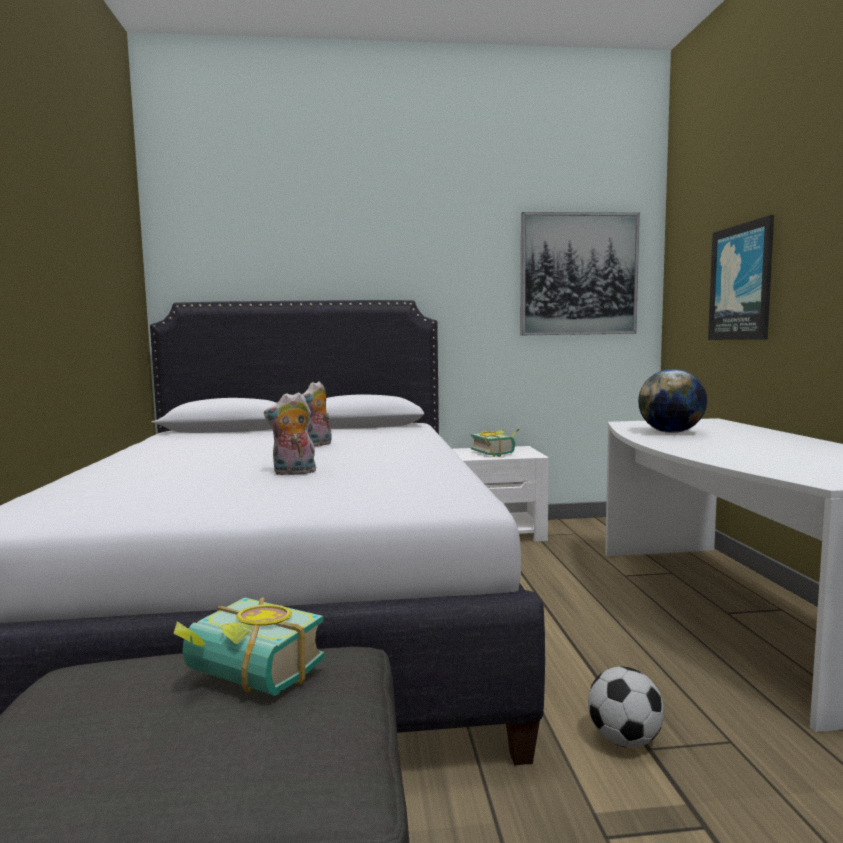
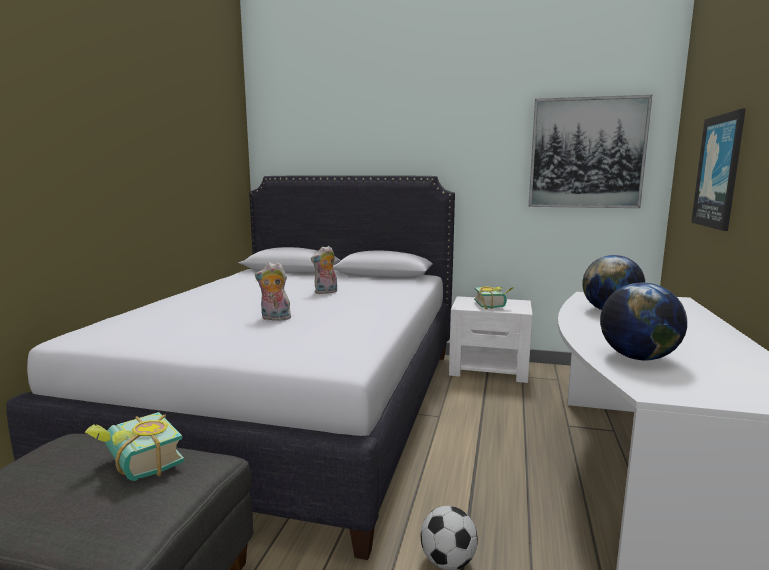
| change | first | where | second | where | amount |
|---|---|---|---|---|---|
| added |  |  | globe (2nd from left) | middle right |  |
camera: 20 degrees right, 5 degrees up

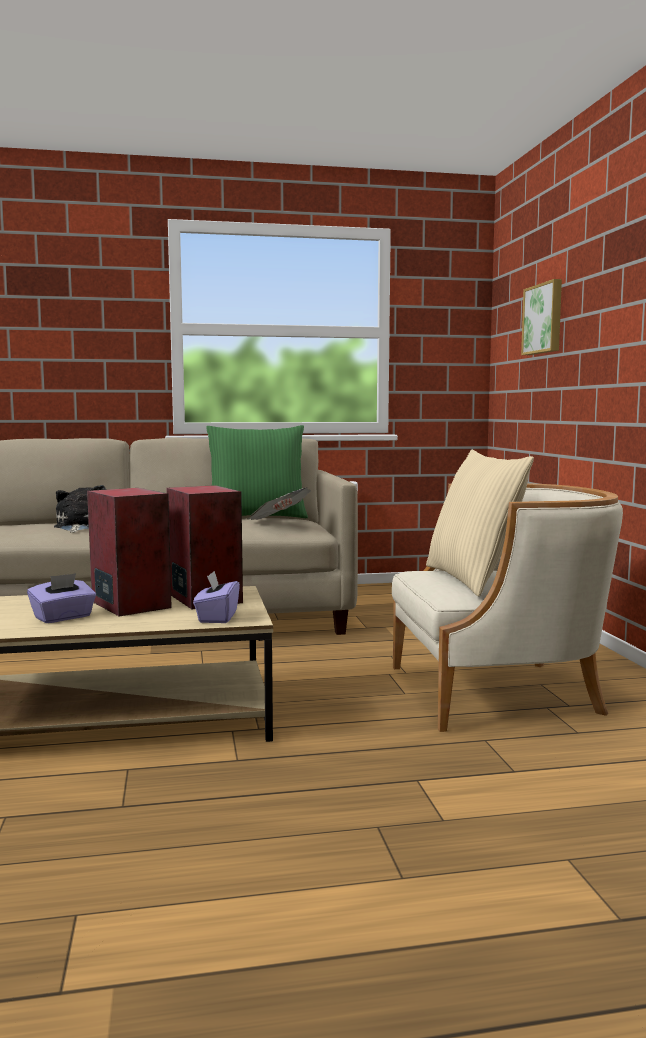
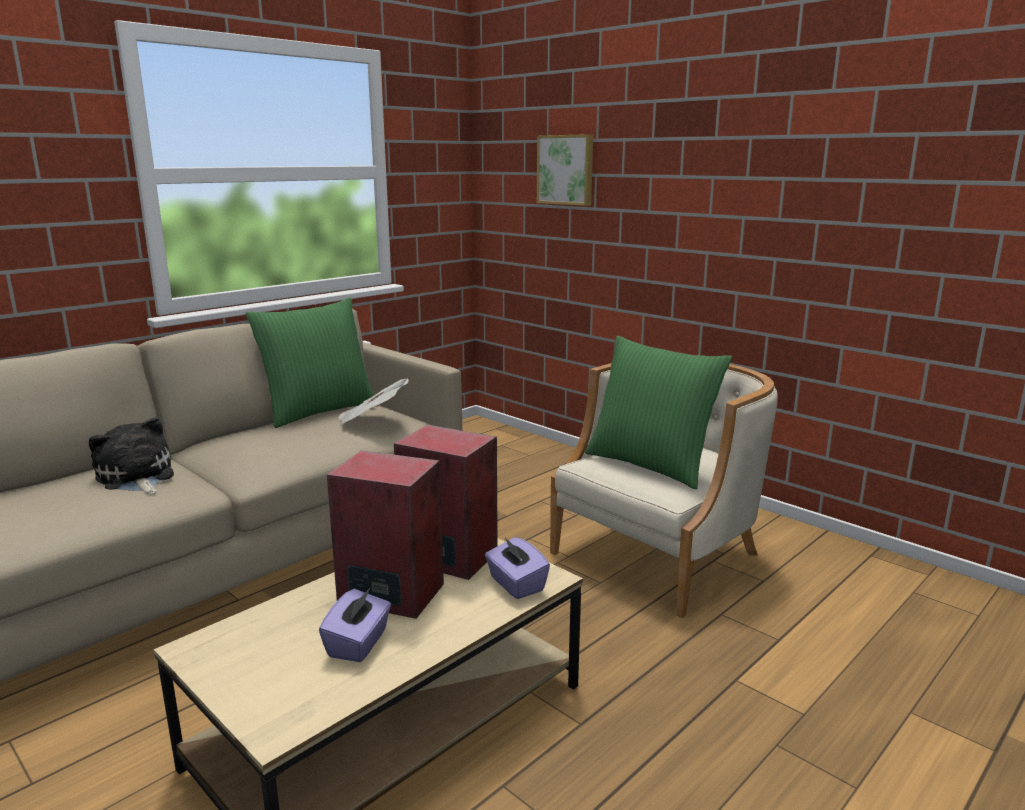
| change | first | where | second | where | amount |
|---|---|---|---|---|---|
| recoloured | beige pillow | middle right | green pillow (2nd from left) | centre |  |
camera: 35 degrees left, 10 degrees up

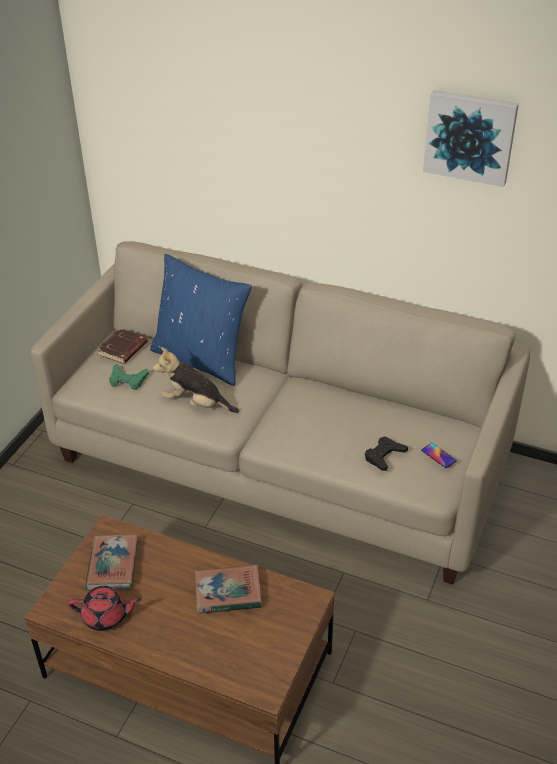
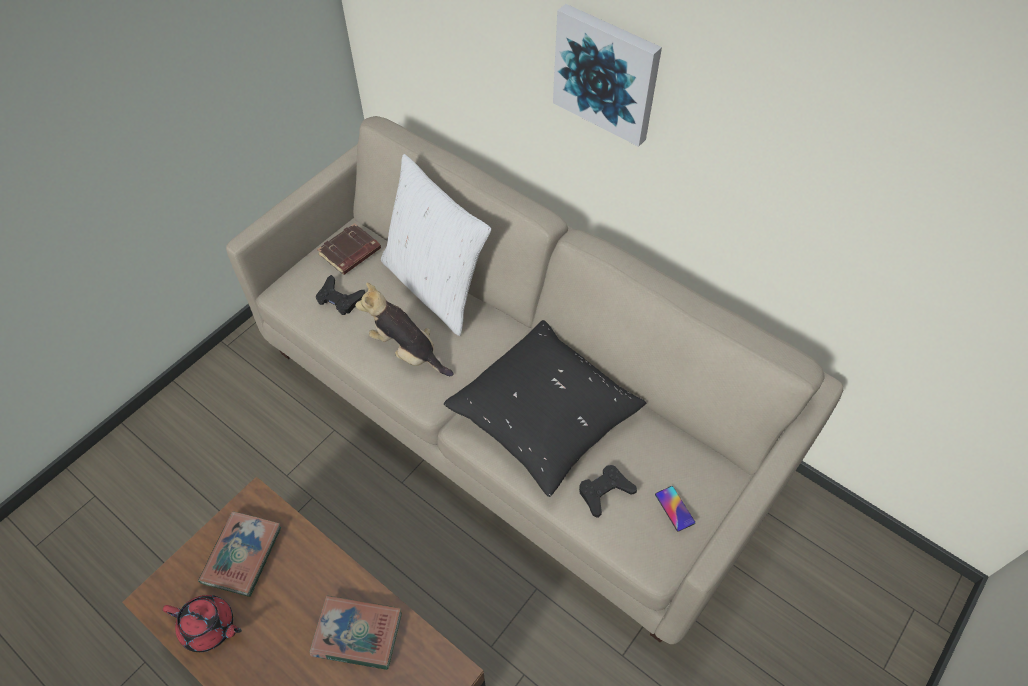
| change | first | where | second | where | amount |
|---|---|---|---|---|---|
| recoloured | green game controller | middle left | black game controller (1st from left) | middle left |  |
| recoloured | blue pillow | centre | white pillow | centre |  |
| added |  |  | black pillow | centre |  |
| moved | picture | top right |  | top centre |  |
camera: 15 degrees right, 15 degrees up

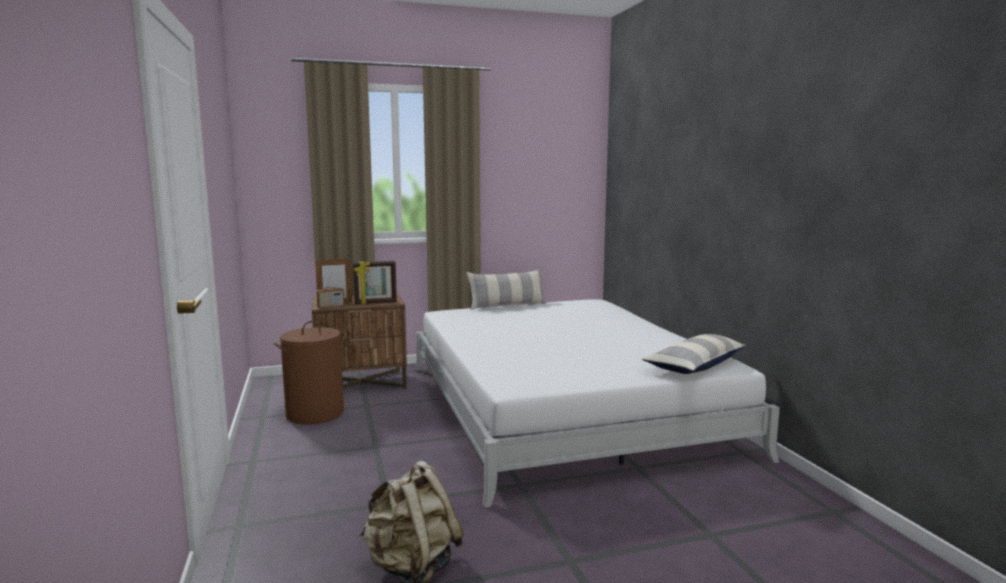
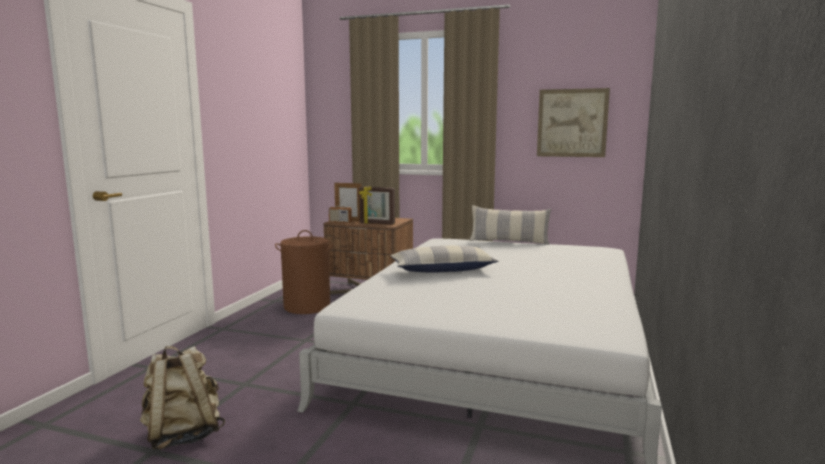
| change | first | where | second | where | amount |
|---|---|---|---|---|---|
| moved | pillow (2nd from left in the first image) | middle right | pillow (1st from left) | centre |  |
| added |  |  | picture | top right |  |
camera: 35 degrees right, 0 degrees up

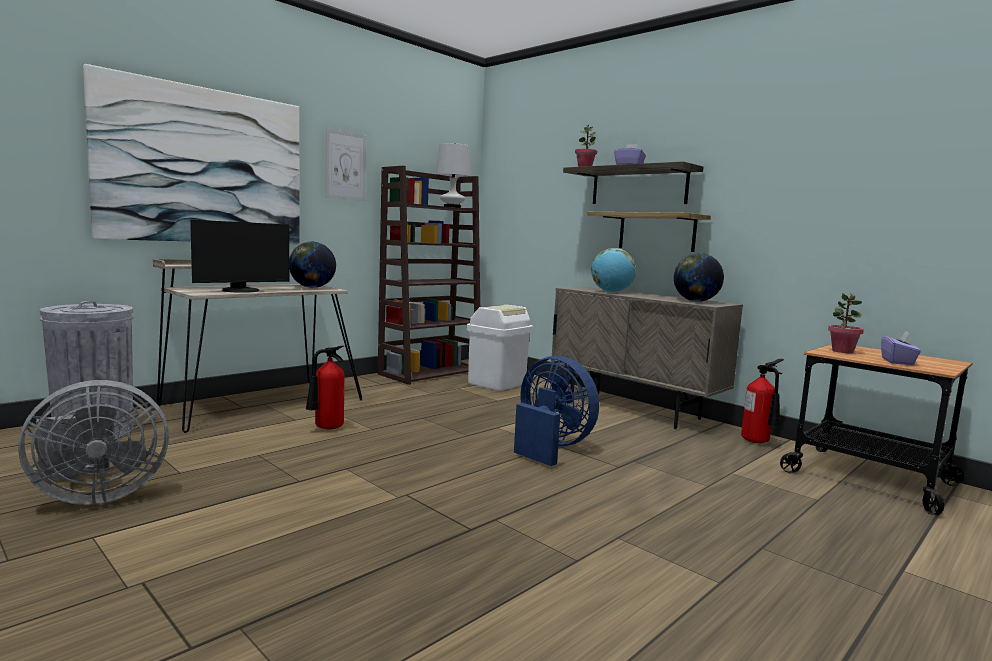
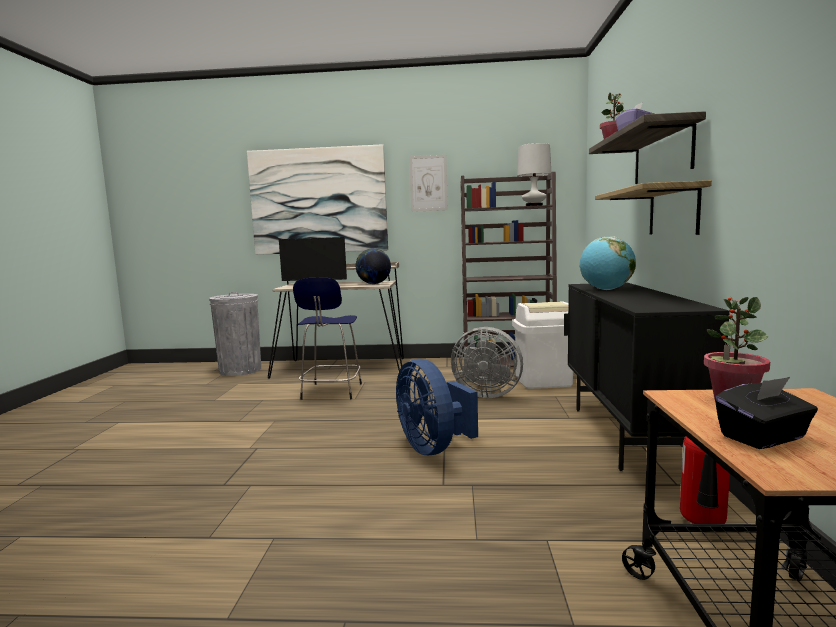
| change | first | where | second | where | amount |
|---|---|---|---|---|---|
| replaced | fire extinguisher (1st from left) | middle left | blue stool | centre |  |
| turned | blue fan | centre |  | centre | 150 degrees clockwise |
| moved | grey fan | bottom left |  | centre |  |
| recoloured | beige cabinet | centre | black cabinet | middle right |  |
| recoloured | purple tissue box (2nd from left) | middle right | black tissue box | middle right |  |
| removed | globe (3rd from left) | middle right |  |  |  |
camera: 50 degrees right, 0 degrees up

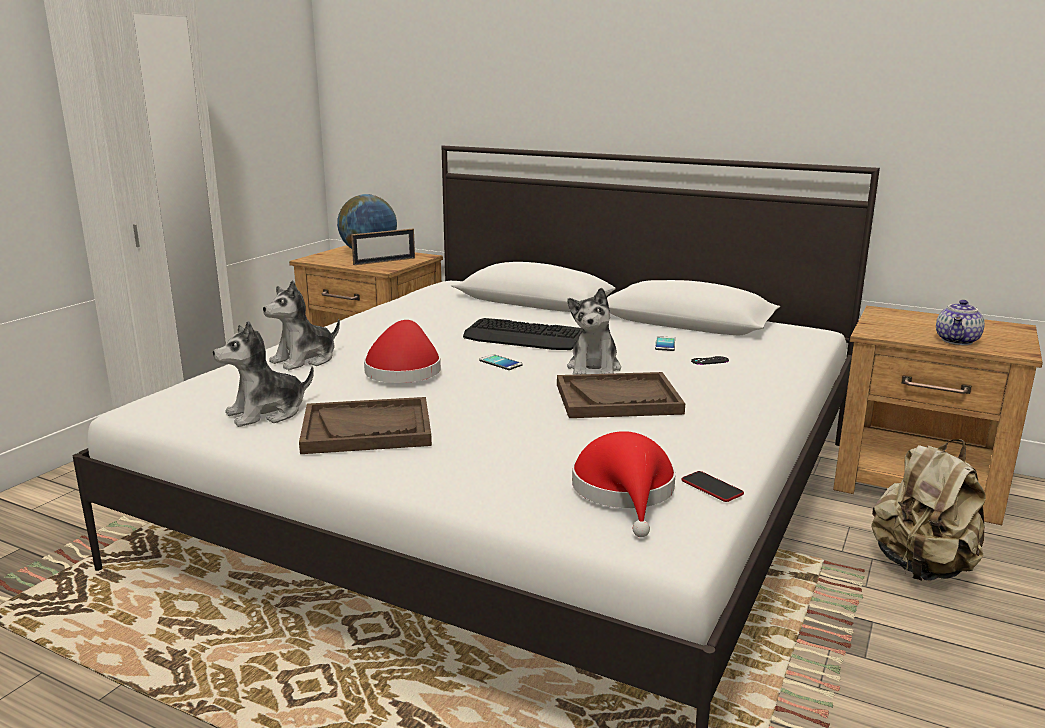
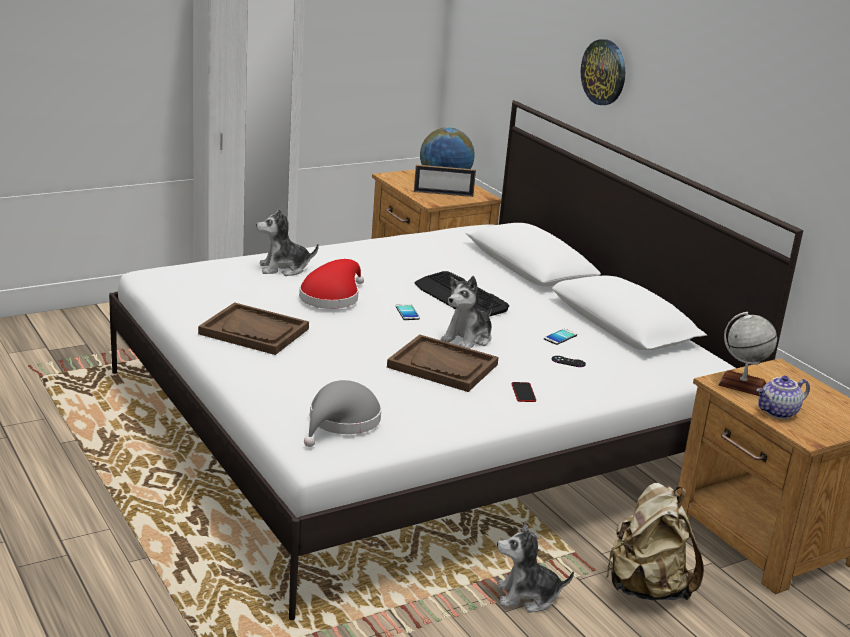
| change | first | where | second | where | amount |
|---|---|---|---|---|---|
| recoloured | red hat (2nd from left) | centre | grey hat | centre |  |
| moved | plush toy (1st from left in the first image) | middle left | plush toy (3rd from left) | bottom centre |  |
| moved | phone (3rd from left in the first image) | bottom right | phone (2nd from left) | centre |  |
| added |  |  | wall clock | top right |  |
| added |  |  | globe (2nd from left) | middle right |  |
camera: 30 degrees right, 5 degrees up

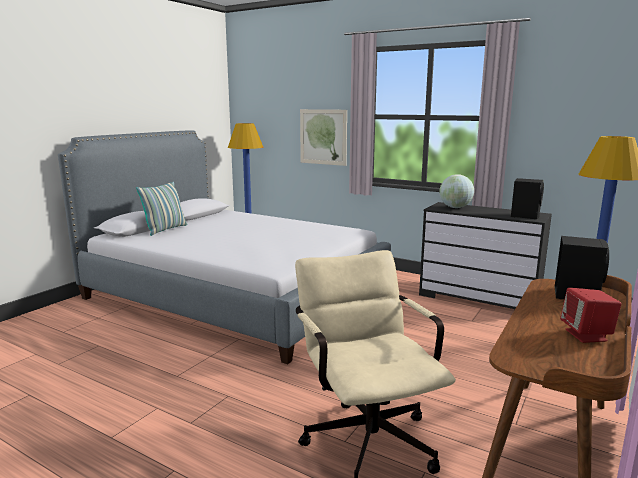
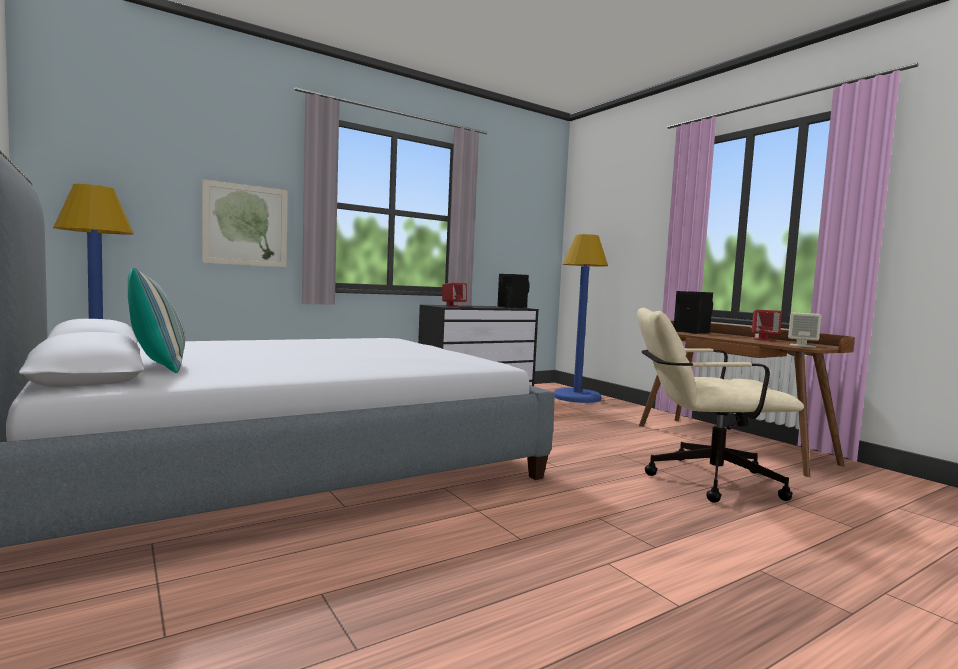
| change | first | where | second | where | amount |
|---|---|---|---|---|---|
| replaced | globe | middle right | red speaker (1st from left) | centre |  |
| added |  |  | beige speaker | middle right |  |
camera: 65 degrees left, 10 degrees down

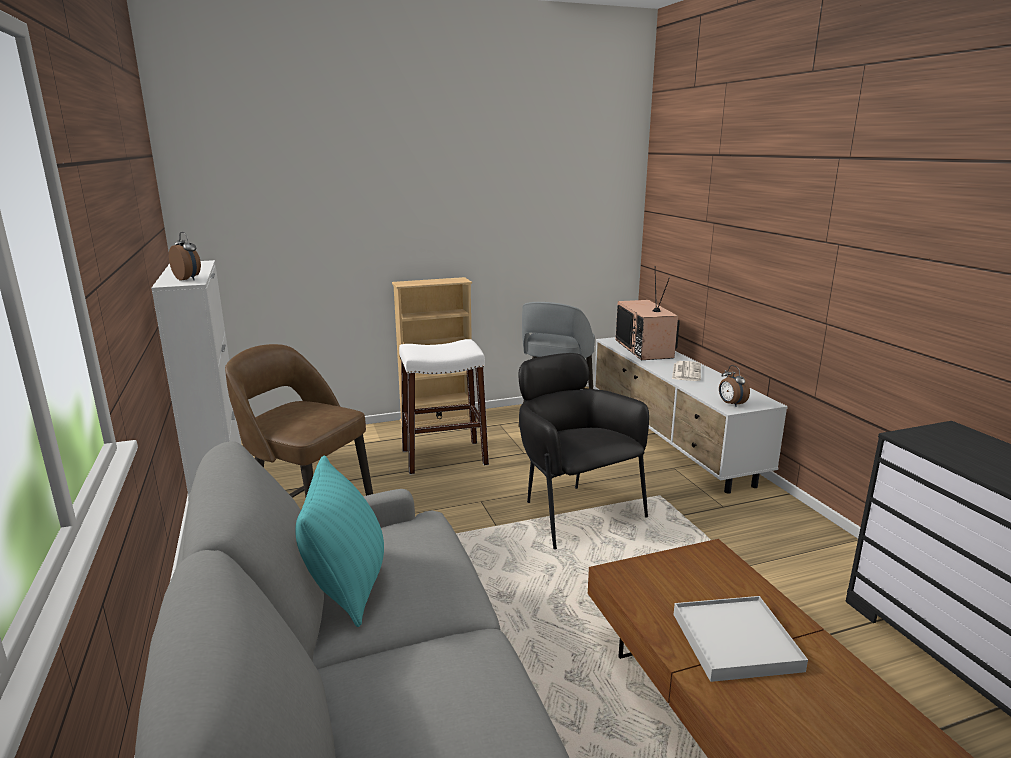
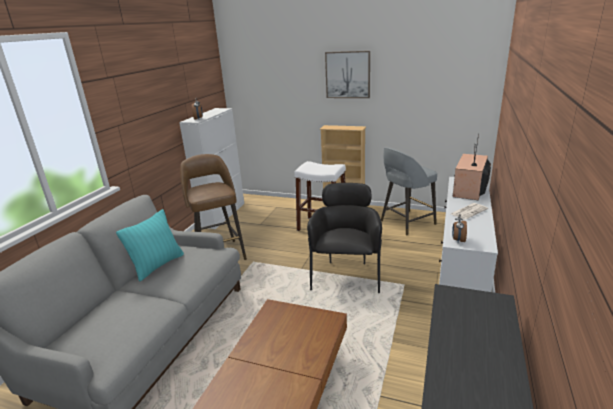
| change | first | where | second | where | amount |
|---|---|---|---|---|---|
| added |  |  | picture | top centre |  |
| removed | white tray | bottom right |  |  |  |
camera: 40 degrees right, 5 degrees up

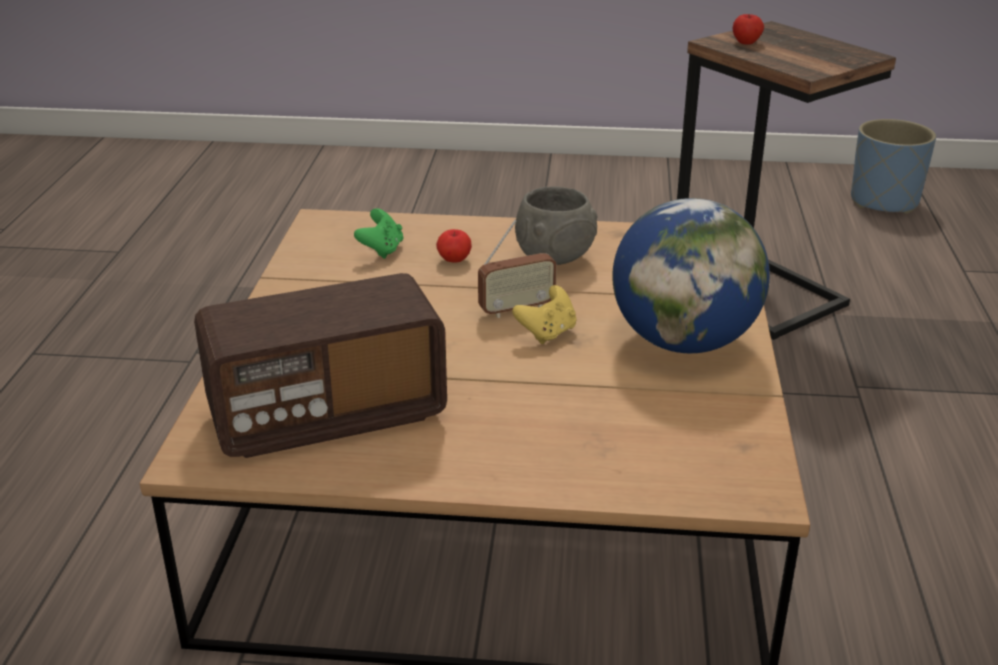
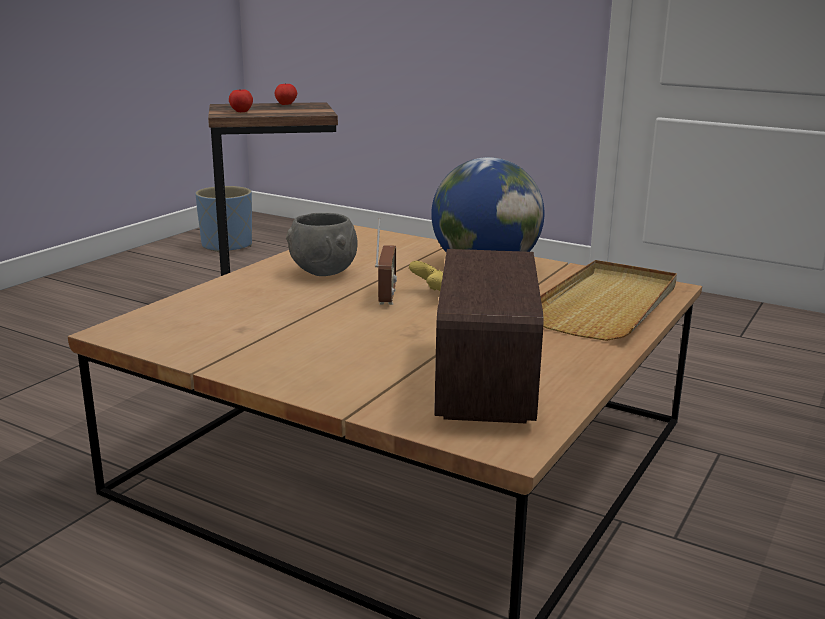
| change | first | where | second | where | amount |
|---|---|---|---|---|---|
| moved | apple (1st from left in the first image) | centre | apple (2nd from left) | top centre |  |
| added |  |  | beige tray | middle right |  |
| removed | green game controller | centre |  |  |  |
camera: 65 degrees left, 10 degrees down

